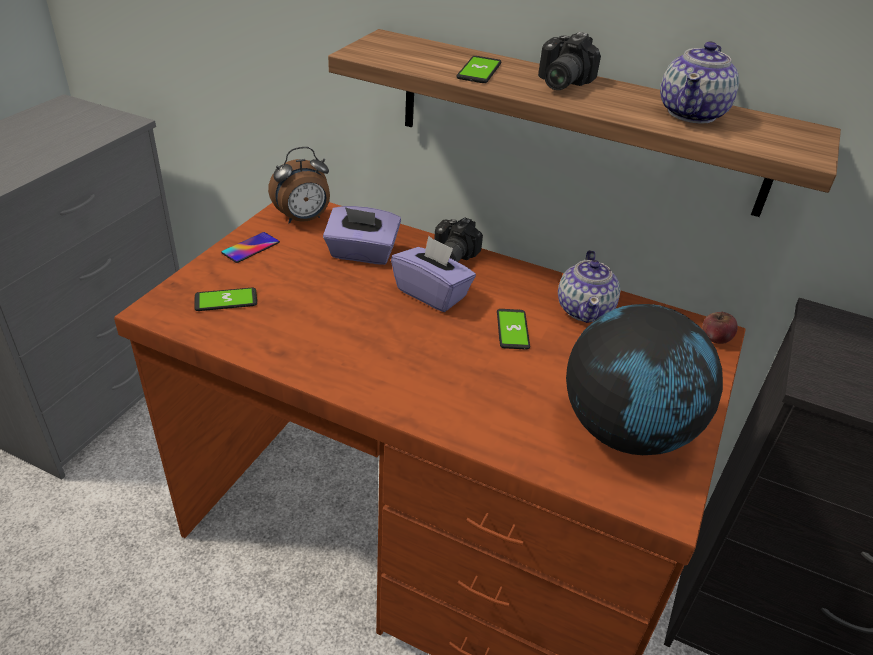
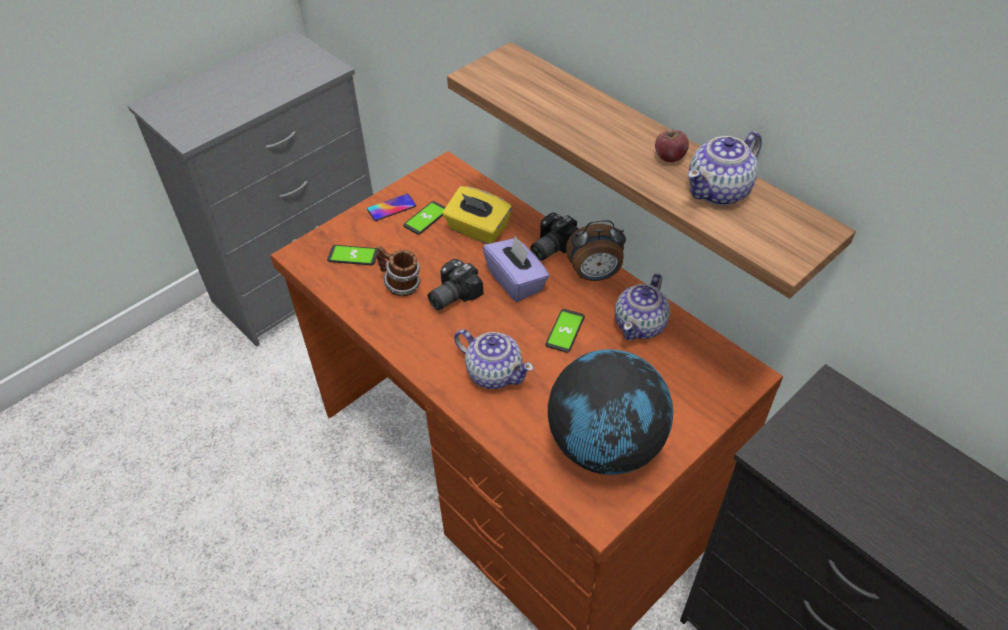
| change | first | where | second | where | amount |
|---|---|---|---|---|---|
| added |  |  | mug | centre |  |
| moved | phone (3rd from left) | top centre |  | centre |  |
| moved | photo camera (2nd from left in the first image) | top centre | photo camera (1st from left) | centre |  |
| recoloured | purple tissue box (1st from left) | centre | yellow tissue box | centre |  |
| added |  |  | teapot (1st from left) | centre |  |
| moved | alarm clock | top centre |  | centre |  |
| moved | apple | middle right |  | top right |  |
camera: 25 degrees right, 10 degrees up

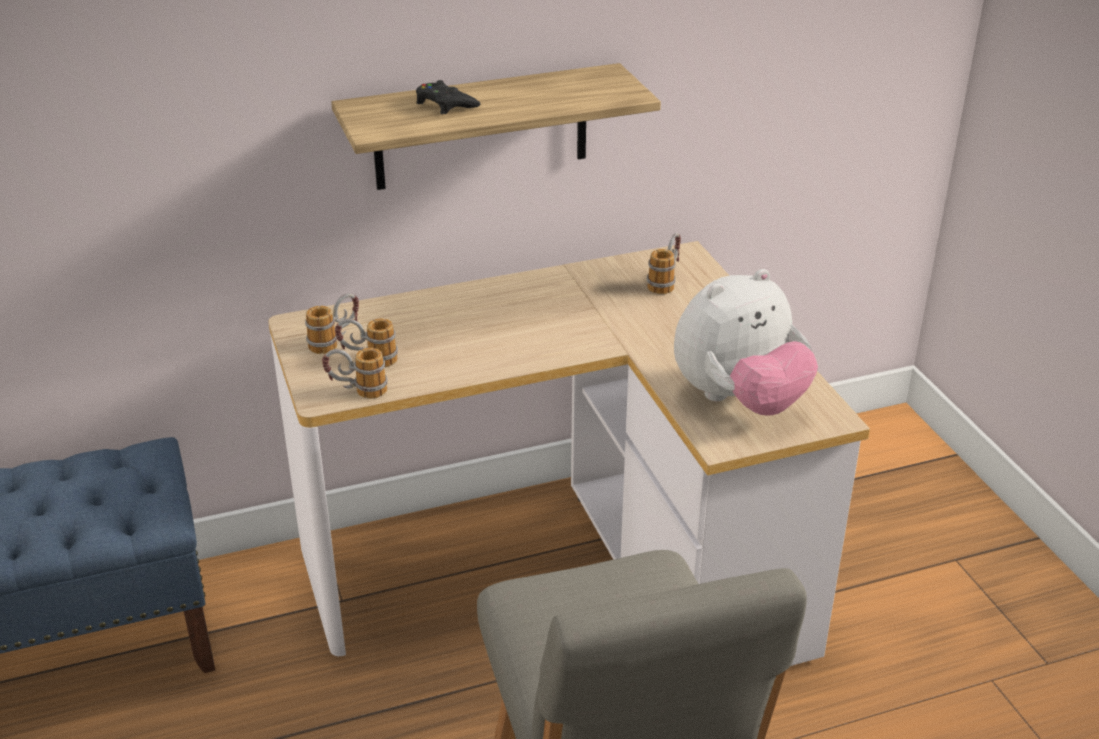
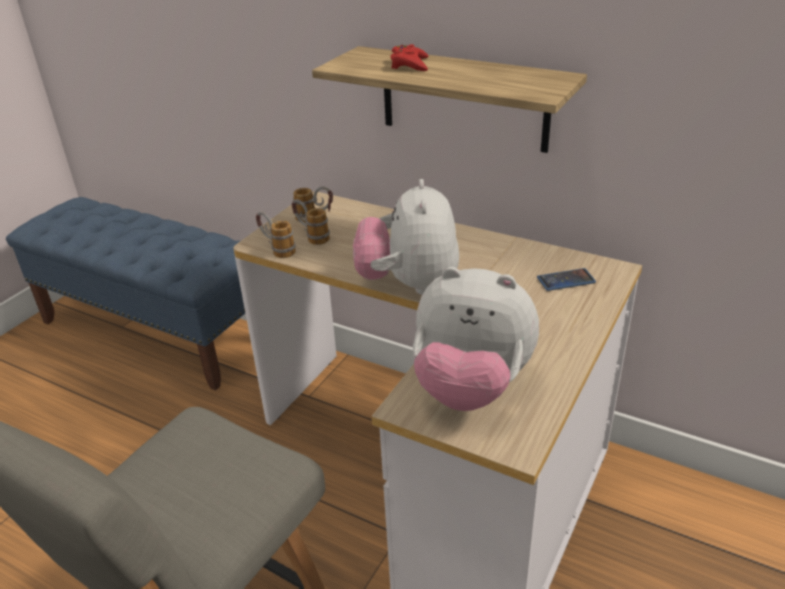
| change | first | where | second | where | amount |
|---|---|---|---|---|---|
| added |  |  | plush toy (1st from left) | centre |  |
| recoloured | black game controller | top centre | red game controller | top centre |  |
| replaced | mug (4th from left) | centre | phone | middle right |  |
camera: 50 degrees right, 0 degrees up

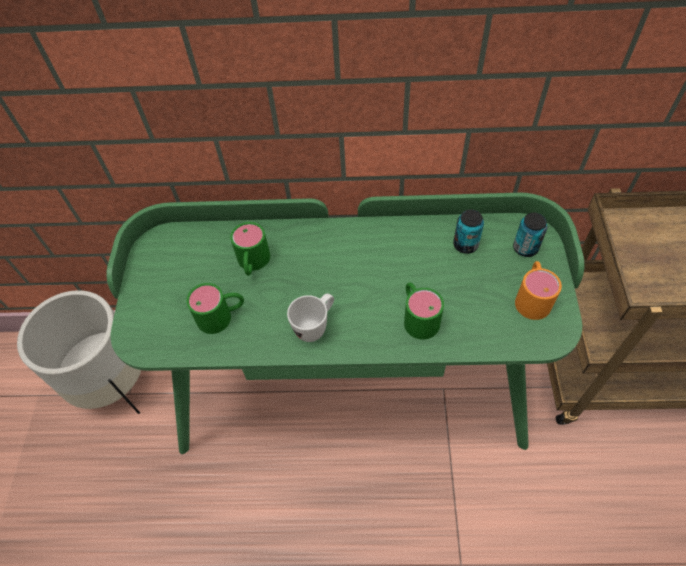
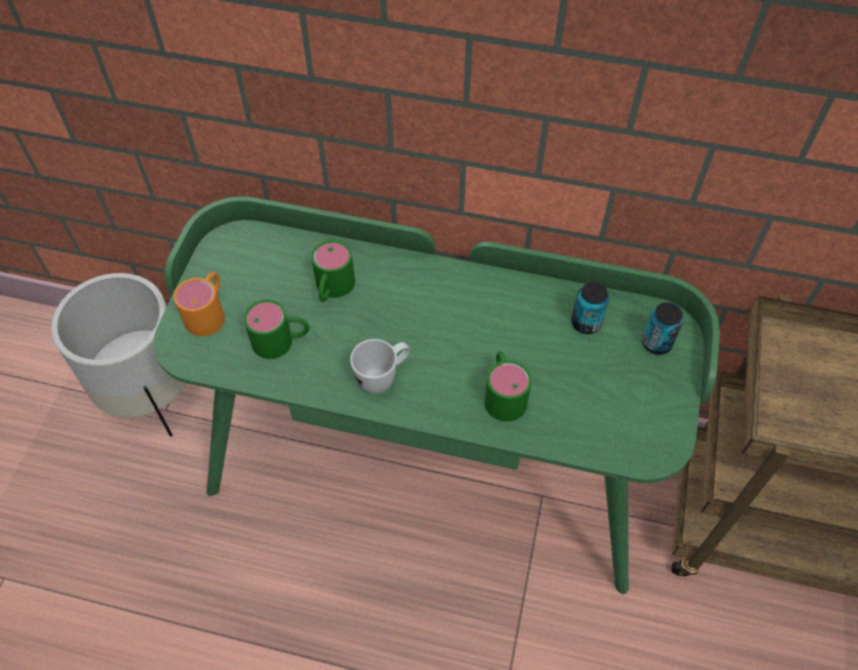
| change | first | where | second | where | amount |
|---|---|---|---|---|---|
| moved | orange mug | middle right |  | middle left |  |
camera: 10 degrees right, 0 degrees up

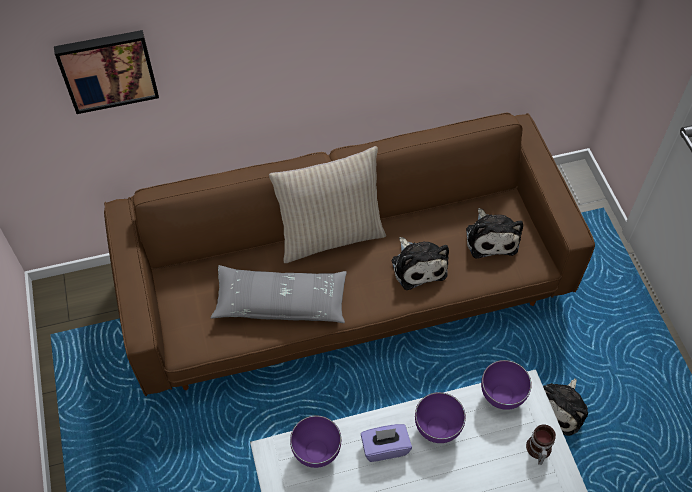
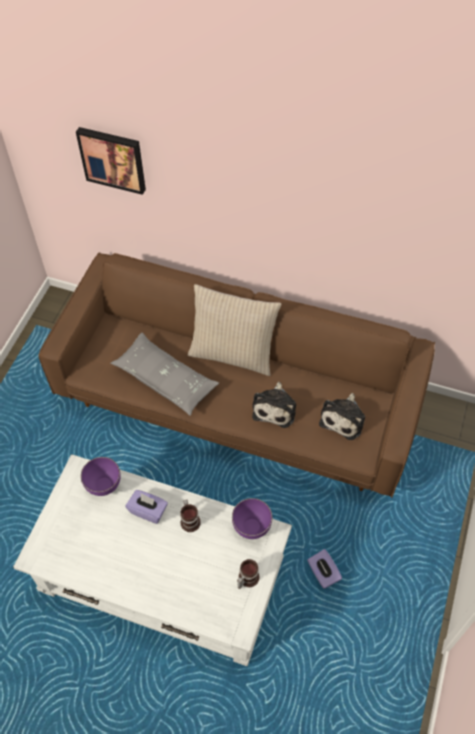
| change | first | where | second | where | amount |
|---|---|---|---|---|---|
| replaced | purple bowl (2nd from left) | bottom centre | mug (1st from left) | bottom centre |  |
| replaced | plush toy (3rd from left) | bottom right | purple tissue box (2nd from left) | bottom right |  |
camera: 35 degrees right, 0 degrees up

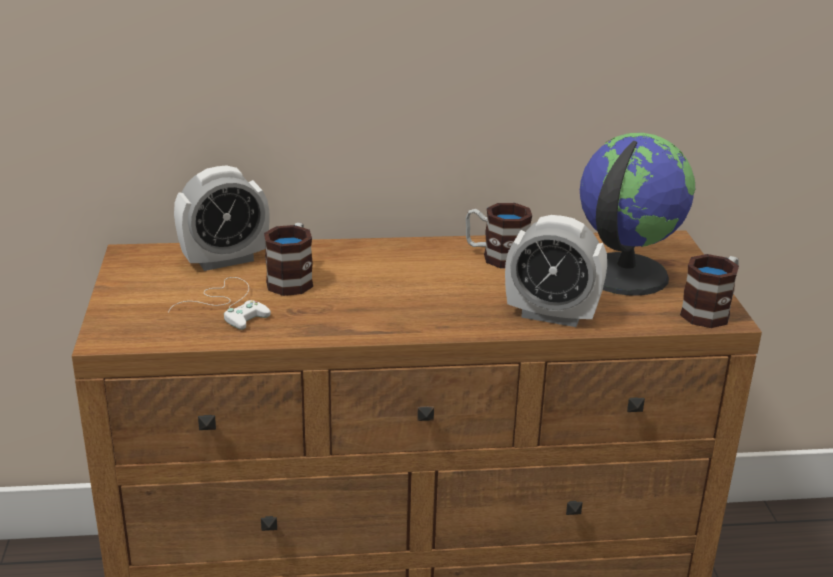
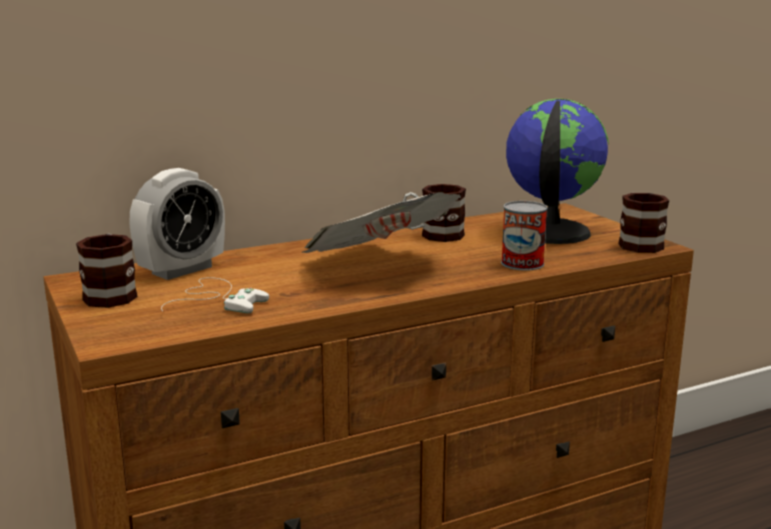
| change | first | where | second | where | amount |
|---|---|---|---|---|---|
| moved | mug (1st from left) | centre |  | middle left |  |
| added |  |  | newspaper | centre |  |
| replaced | alarm clock (2nd from left) | middle right | can | middle right |  |
camera: 20 degrees left, 10 degrees down

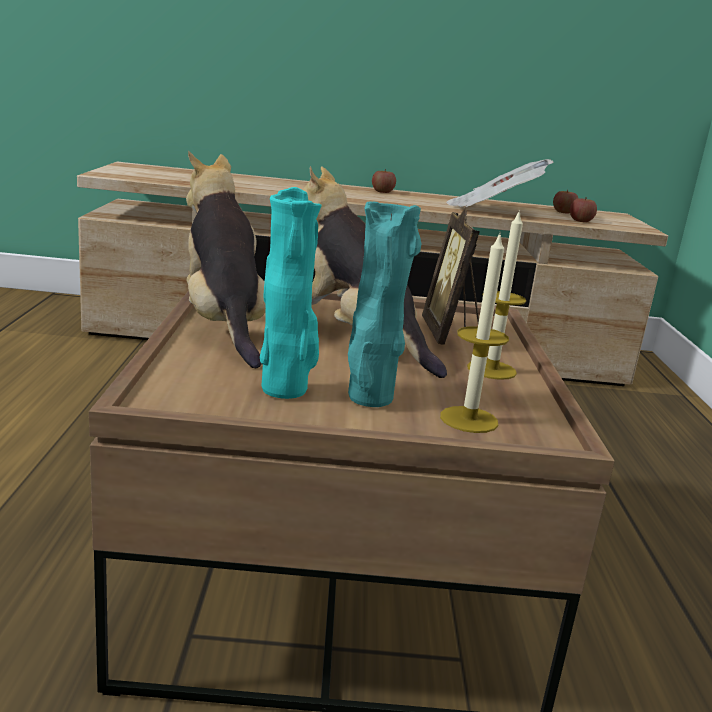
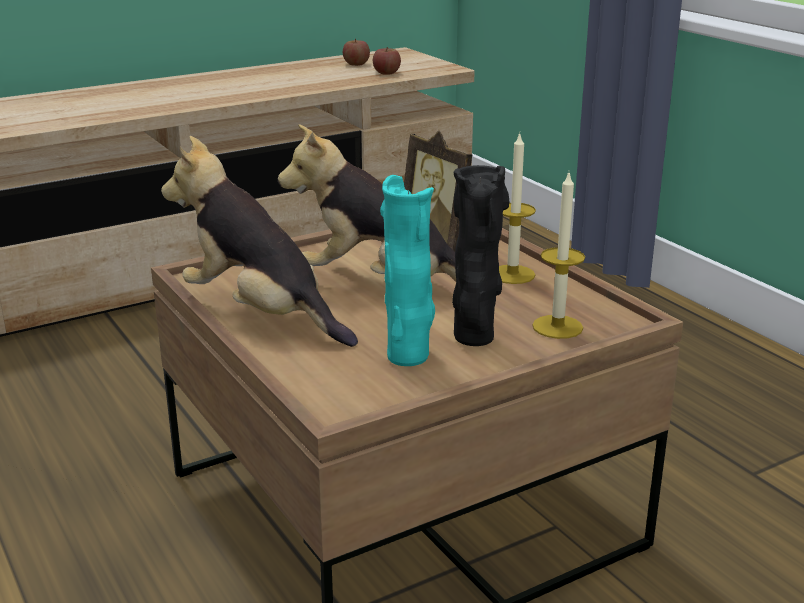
| change | first | where | second | where | amount |
|---|---|---|---|---|---|
| recoloured | turquoise vase (2nd from left) | centre | black vase | centre |  |
| removed | apple (1st from left) | top centre |  |  |  |
| removed | newspaper | top right |  |  |  |
camera: 30 degrees left, 5 degrees up

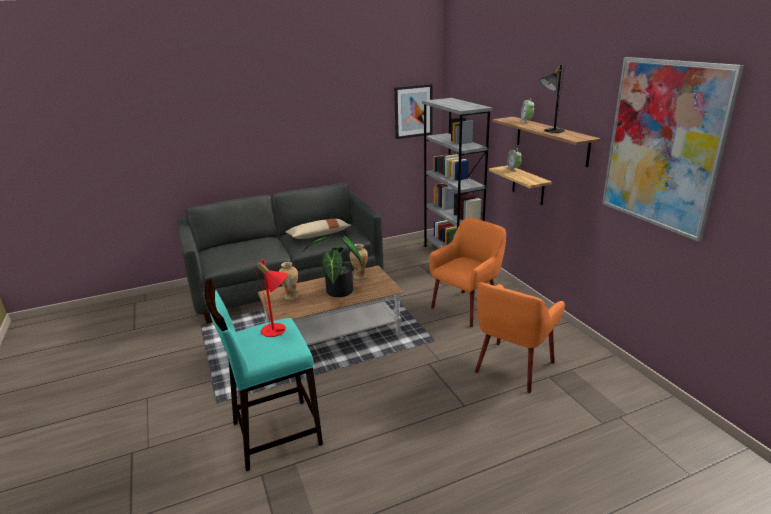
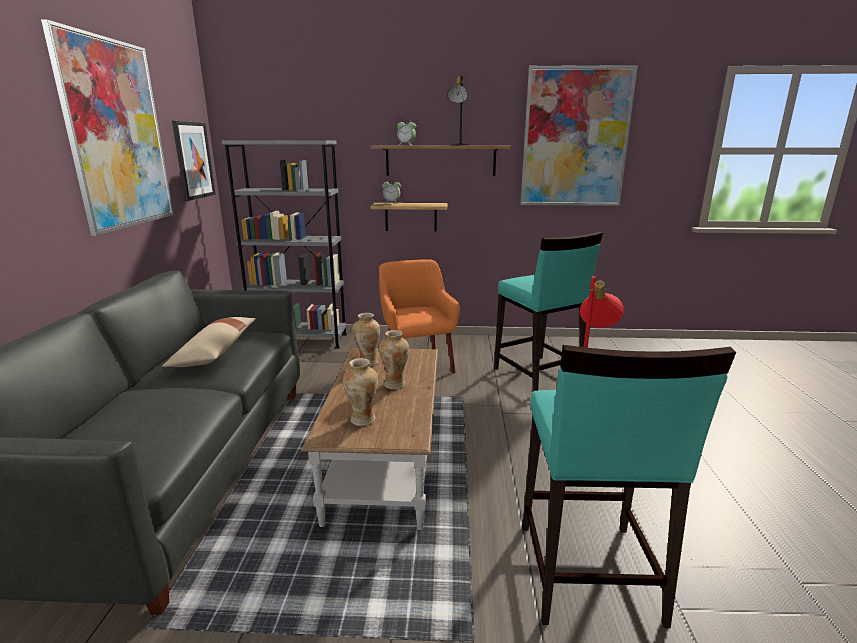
| change | first | where | second | where | amount |
|---|---|---|---|---|---|
| added |  |  | picture (1st from left) | top left |  |
| replaced | potted plant | centre | vase (3rd from left) | centre |  |
| replaced | orange armchair (2nd from left) | middle right | turquoise stool (1st from left) | centre |  |
camera: 65 degrees left, 5 degrees down

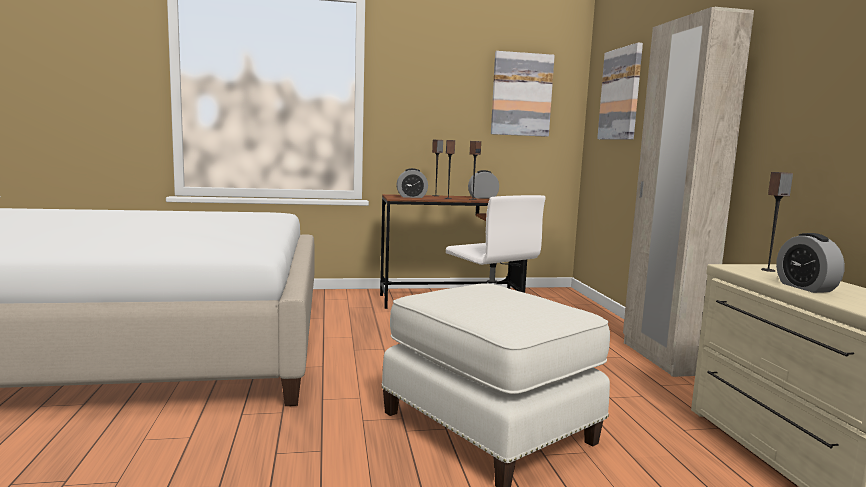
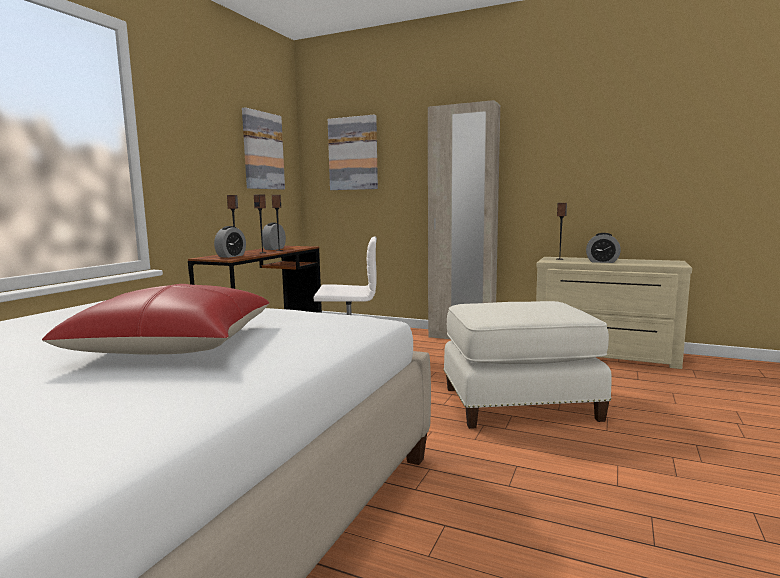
| change | first | where | second | where | amount |
|---|---|---|---|---|---|
| added |  |  | red pillow | middle left |  |
camera: 55 degrees left, 0 degrees up

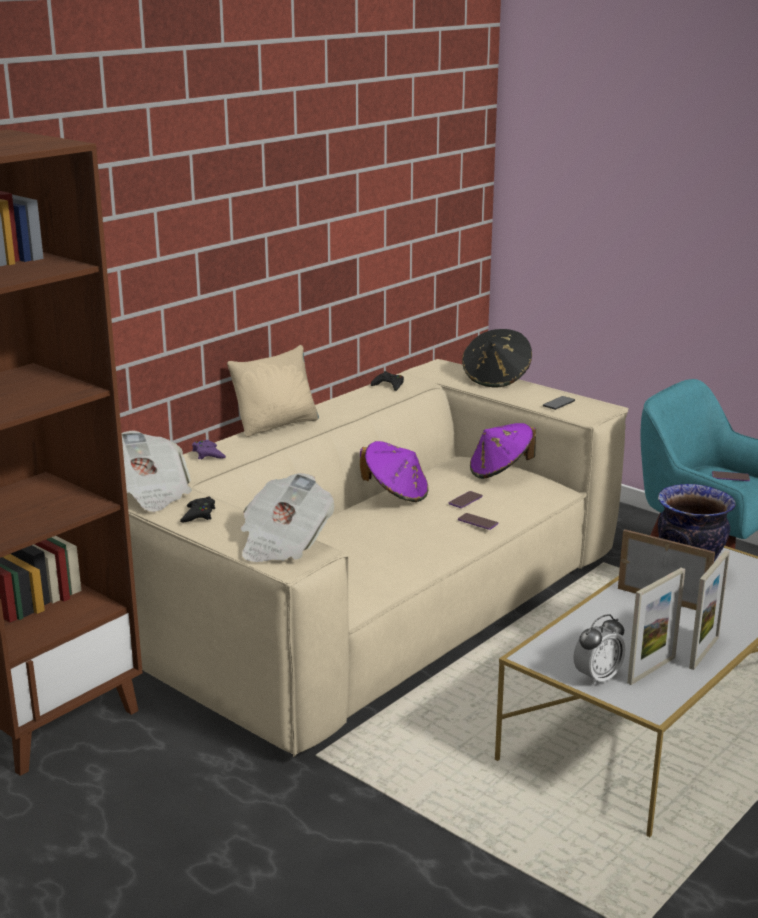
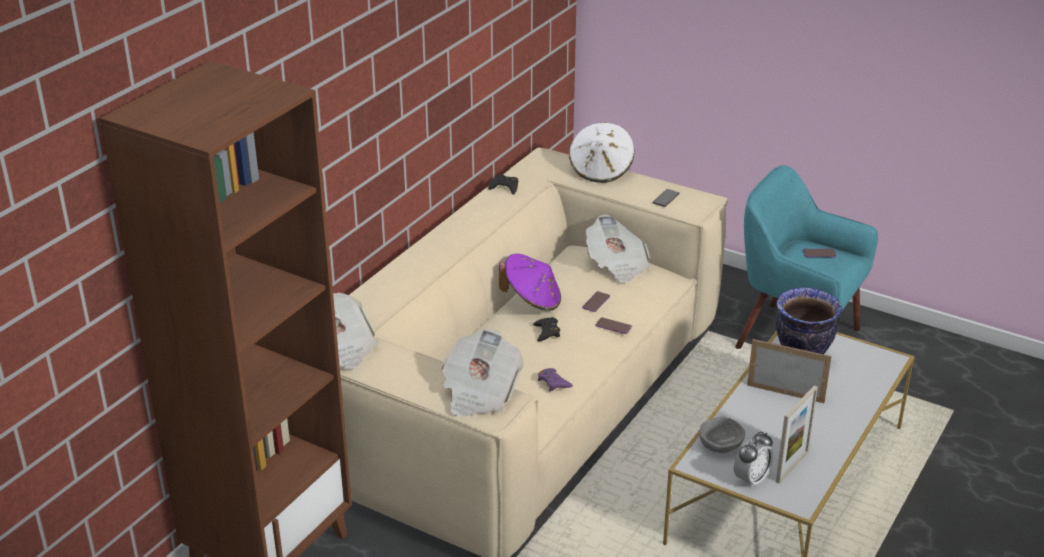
| change | first | where | second | where | amount |
|---|---|---|---|---|---|
| moved | black game controller (1st from left in the first image) | middle left | black game controller (2nd from left) | centre |  |
| moved | purple game controller | middle left |  | bottom centre |  |
| recoloured | black hat | centre | white hat | top centre |  |
| replaced | purple hat (2nd from left) | centre | newspaper (3rd from left) | centre |  |
| added |  |  | grey bowl | bottom right |  |
| removed | beige pillow | centre |  |  |  |
| removed | picture frame (3rd from left) | middle right |  |  |  |
camera: 10 degrees left, 10 degrees up

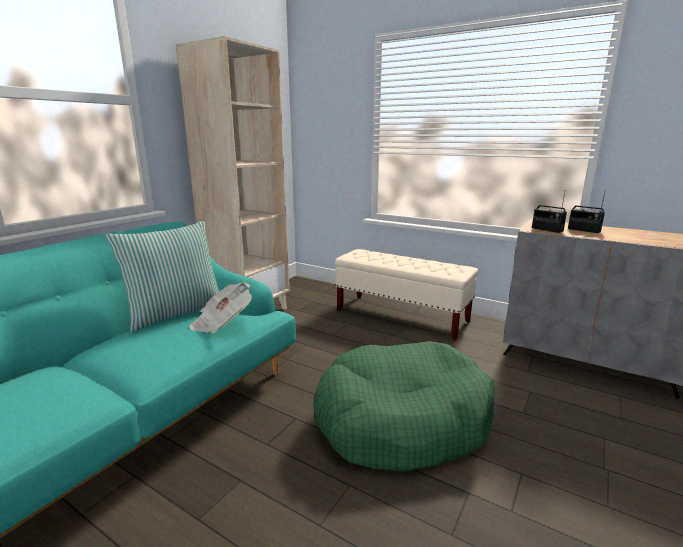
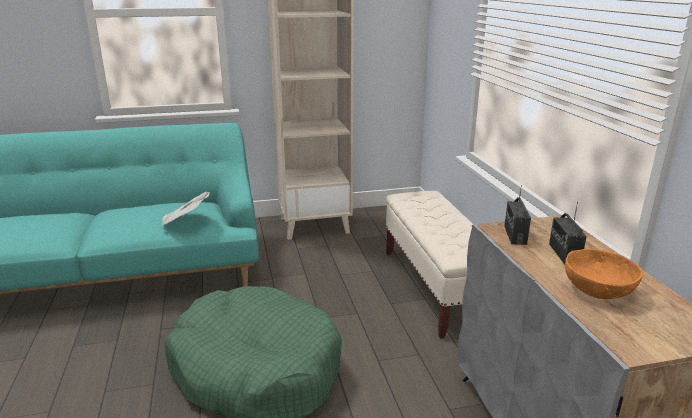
| change | first | where | second | where | amount |
|---|---|---|---|---|---|
| added |  |  | orange bowl | middle right |  |
| removed | pillow | middle left |  |  |  |
camera: 45 degrees right, 5 degrees up

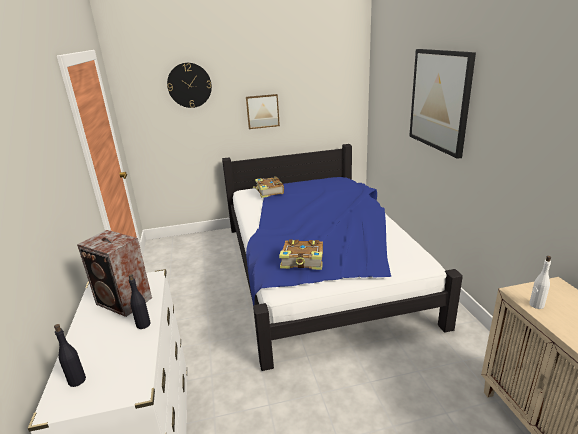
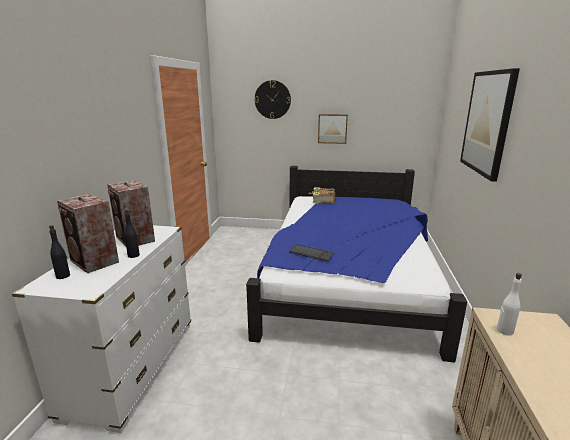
| change | first | where | second | where | amount |
|---|---|---|---|---|---|
| added |  |  | speaker (1st from left) | middle left |  |
| replaced | book (2nd from left) | centre | keyboard | centre |  |
camera: 20 degrees right, 5 degrees down

